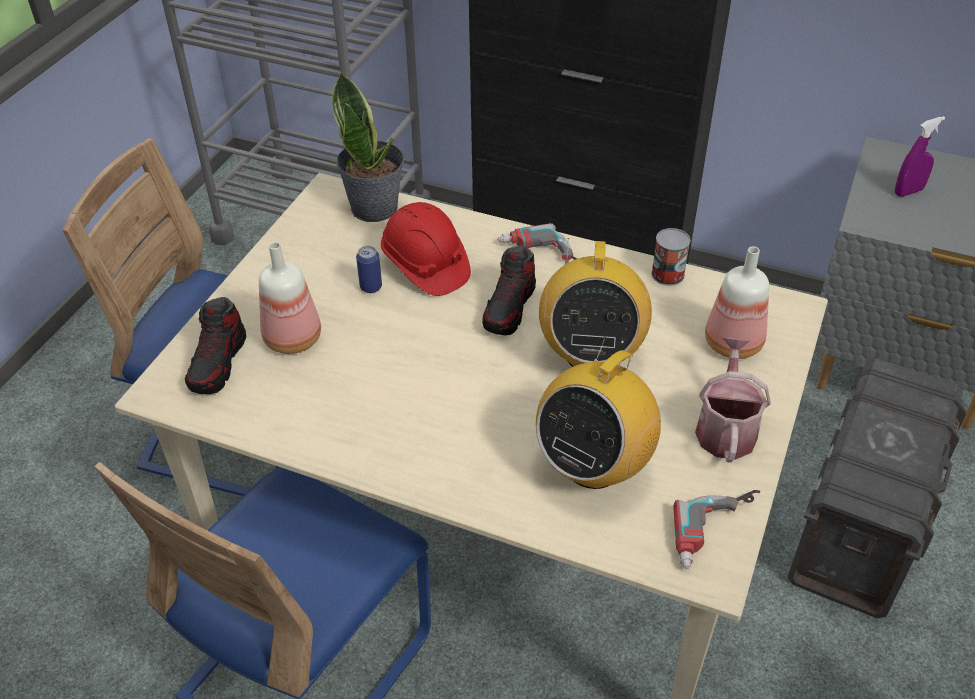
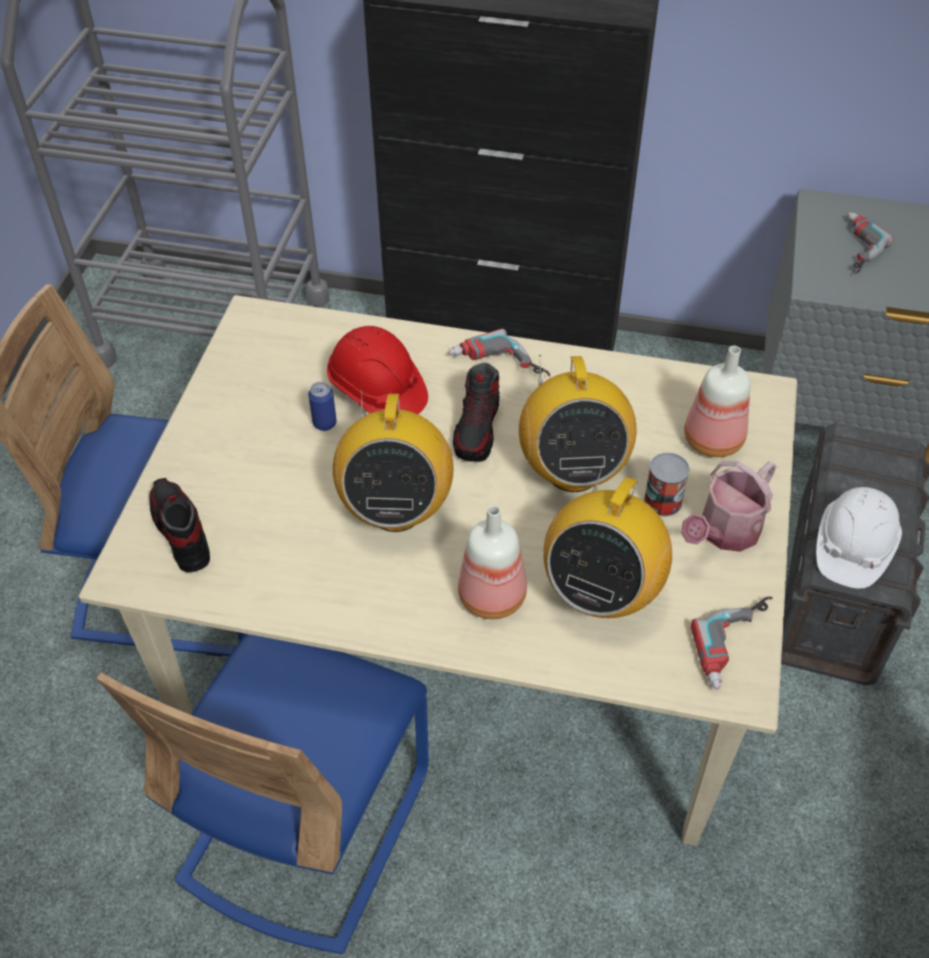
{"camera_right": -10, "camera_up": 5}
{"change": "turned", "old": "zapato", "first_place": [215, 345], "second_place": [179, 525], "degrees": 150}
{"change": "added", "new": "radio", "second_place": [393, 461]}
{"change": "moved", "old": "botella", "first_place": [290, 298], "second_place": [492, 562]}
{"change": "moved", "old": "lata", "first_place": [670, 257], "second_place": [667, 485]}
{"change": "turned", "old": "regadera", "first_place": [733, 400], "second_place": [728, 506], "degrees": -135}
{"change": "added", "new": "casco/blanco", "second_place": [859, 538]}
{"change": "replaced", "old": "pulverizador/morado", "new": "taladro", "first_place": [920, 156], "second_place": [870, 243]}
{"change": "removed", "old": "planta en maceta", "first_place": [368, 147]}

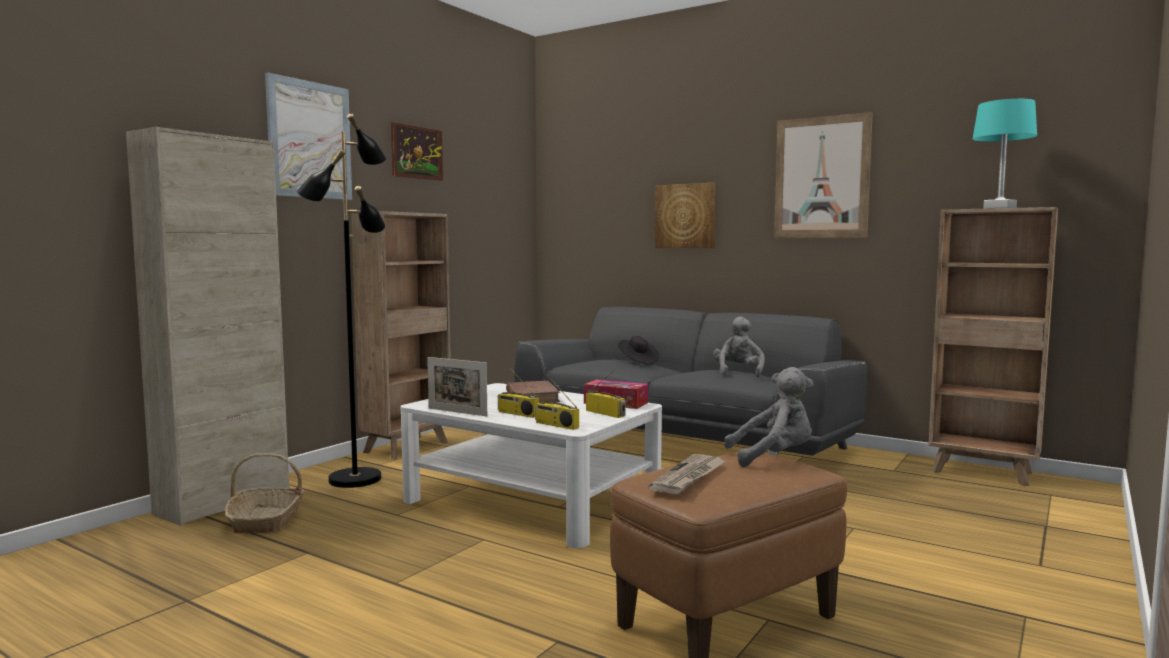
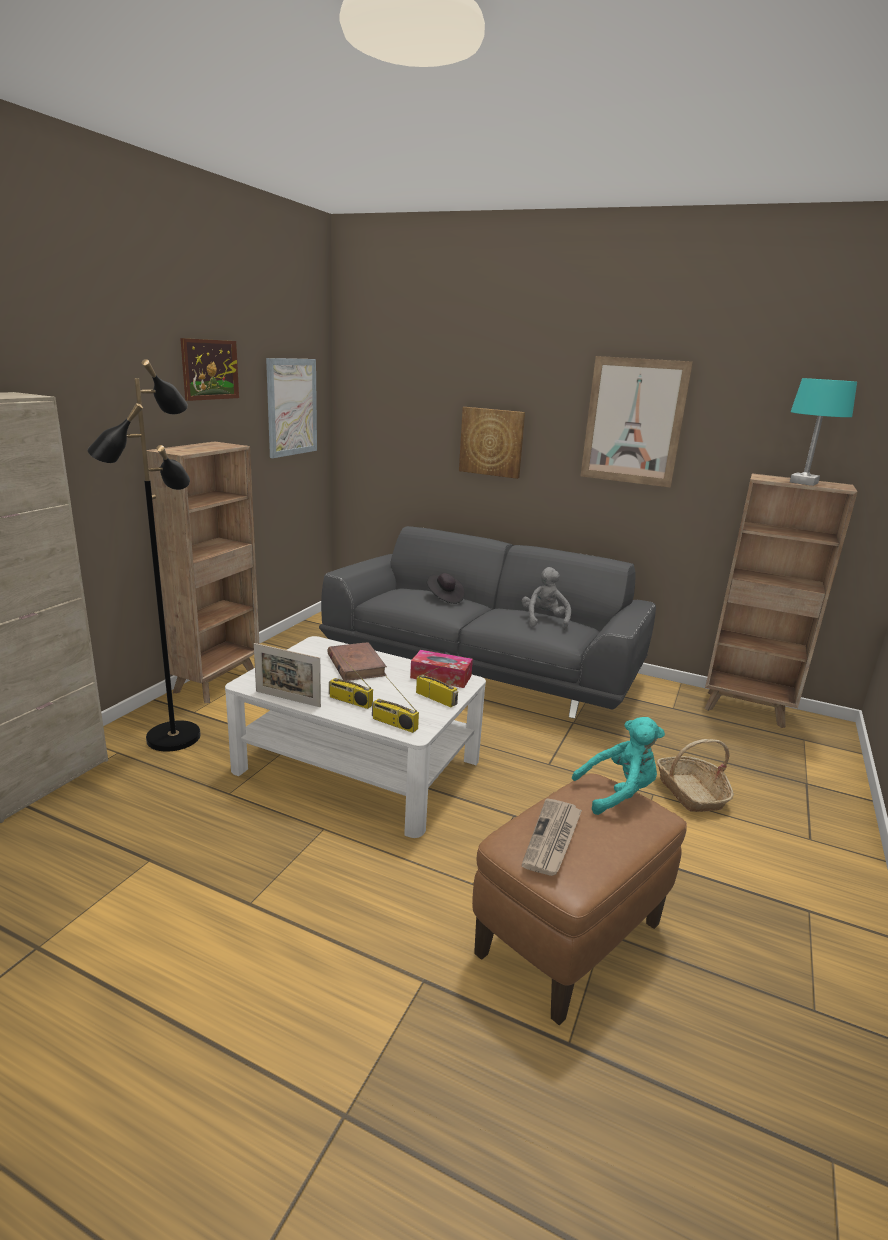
{"camera_right": -10, "camera_up": 15}
{"change": "moved", "old": "cuadro", "first_place": [308, 136], "second_place": [291, 408]}
{"change": "recoloured", "old": "peluche/gris", "new": "peluche/turquesa", "first_place": [769, 417], "second_place": [618, 766]}
{"change": "moved", "old": "cesta", "first_place": [264, 493], "second_place": [695, 775]}

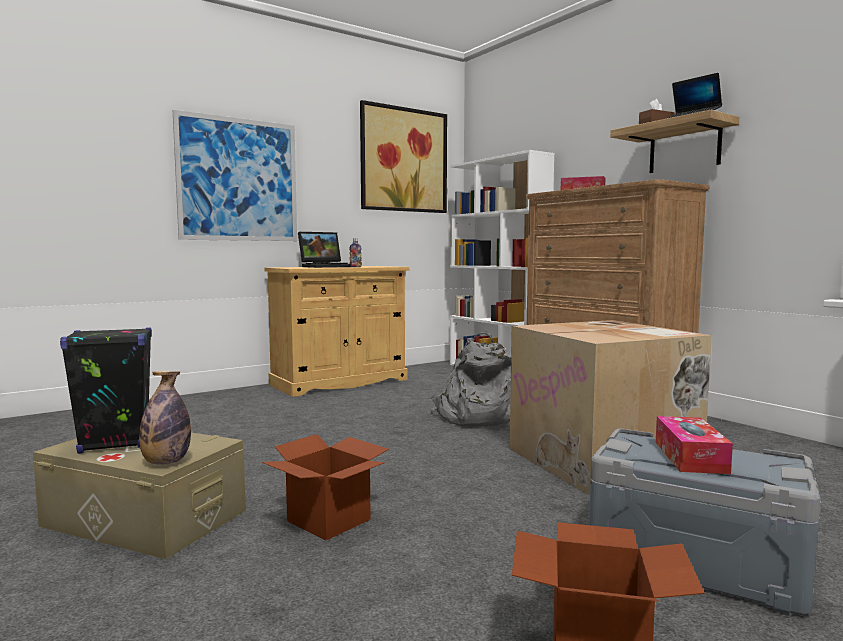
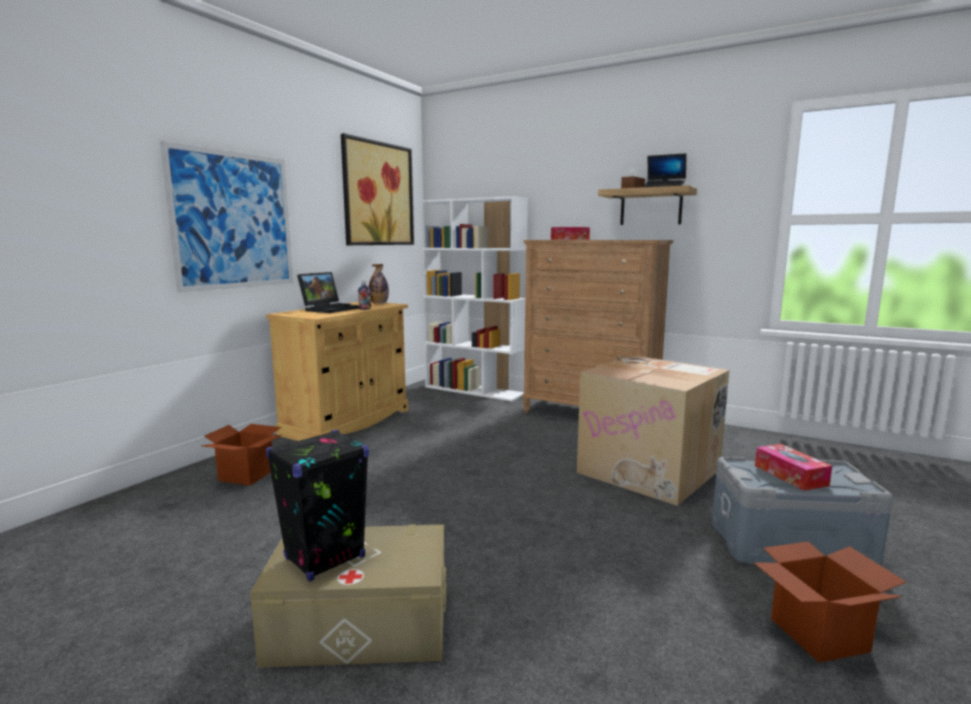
{"camera_right": -25, "camera_up": 5}
{"change": "moved", "old": "caja de cartón", "first_place": [325, 487], "second_place": [241, 454]}
{"change": "moved", "old": "botella", "first_place": [165, 418], "second_place": [379, 284]}
{"change": "removed", "old": "mochila/gris", "first_place": [470, 379]}

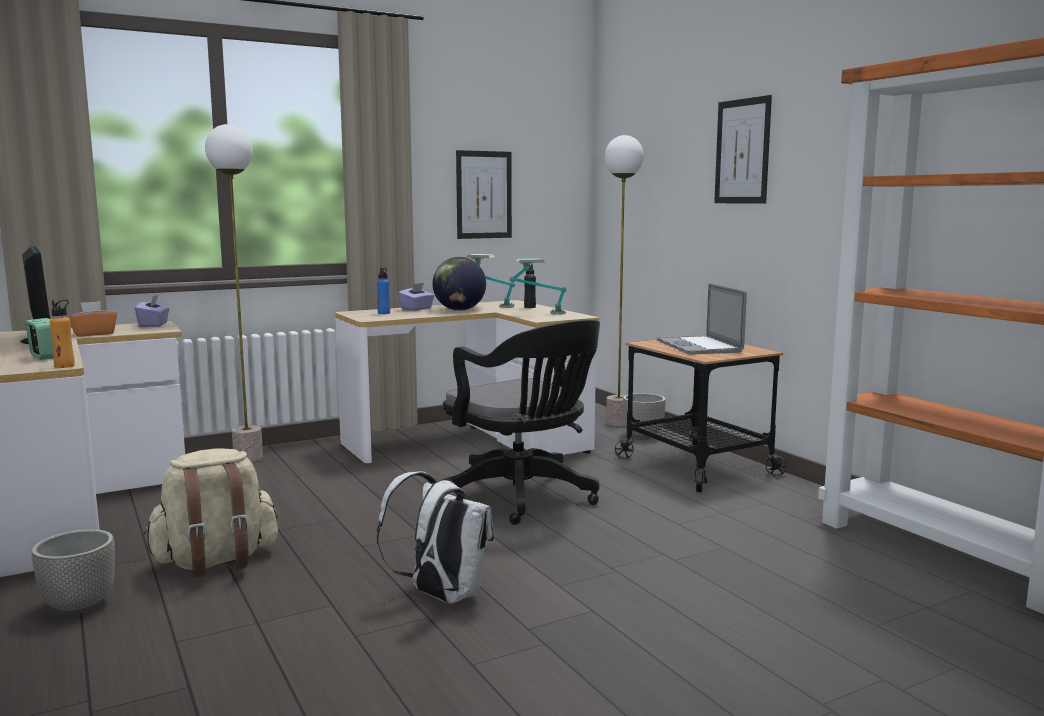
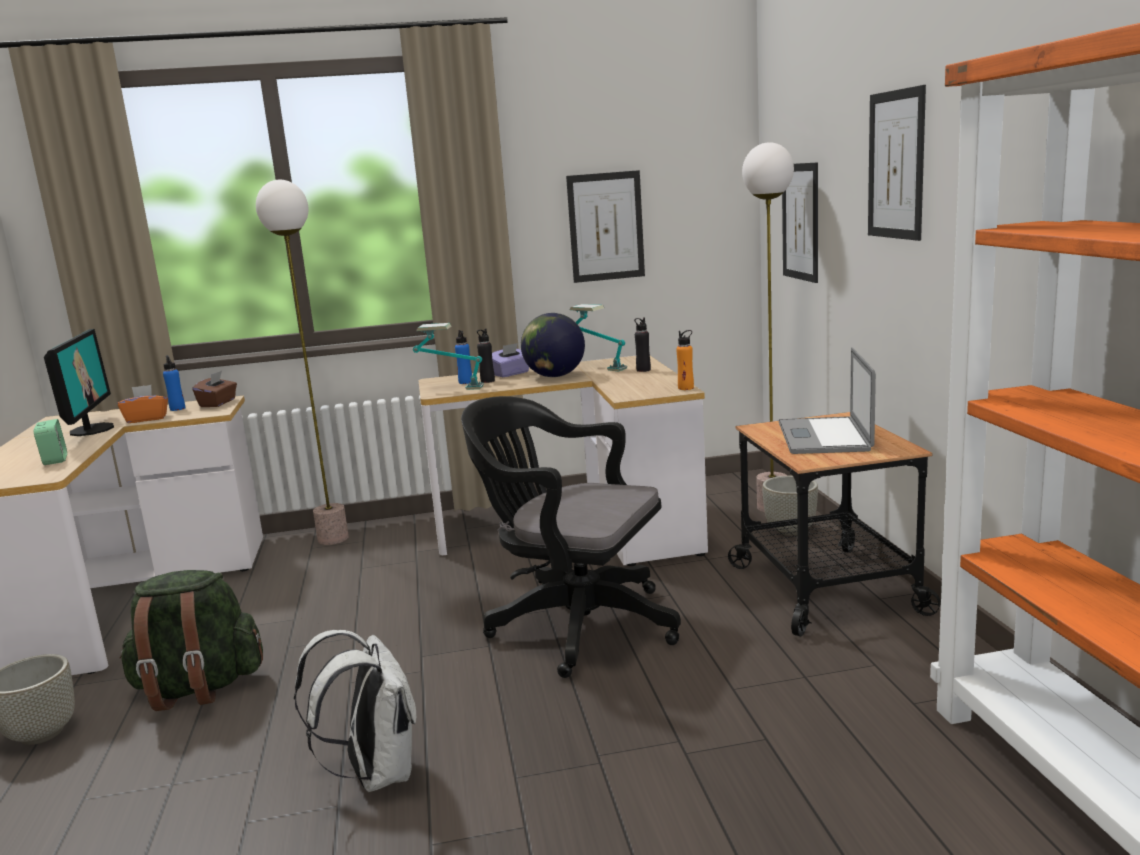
{"camera_right": 20, "camera_up": 5}
{"change": "recoloured", "old": "mochila/beis", "new": "mochila/verde", "first_place": [210, 513], "second_place": [191, 640]}
{"change": "added", "new": "botella/azul", "second_place": [174, 383]}
{"change": "recoloured", "old": "caja de pañuelos/morado", "new": "caja de pañuelos/marrón", "first_place": [152, 311], "second_place": [214, 389]}
{"change": "moved", "old": "lámpara de mesa", "first_place": [538, 286], "second_place": [448, 356]}
{"change": "turned", "old": "silla de oficina/negro", "first_place": [521, 422], "second_place": [571, 537], "degrees": 135}
{"change": "added", "new": "botella/negro", "second_place": [486, 355]}
{"change": "moved", "old": "botella/naranja", "first_place": [62, 334], "second_place": [685, 360]}
{"change": "added", "new": "cuadro", "second_place": [800, 222]}

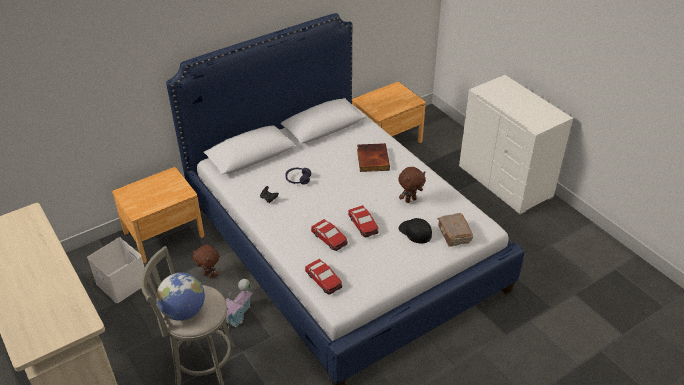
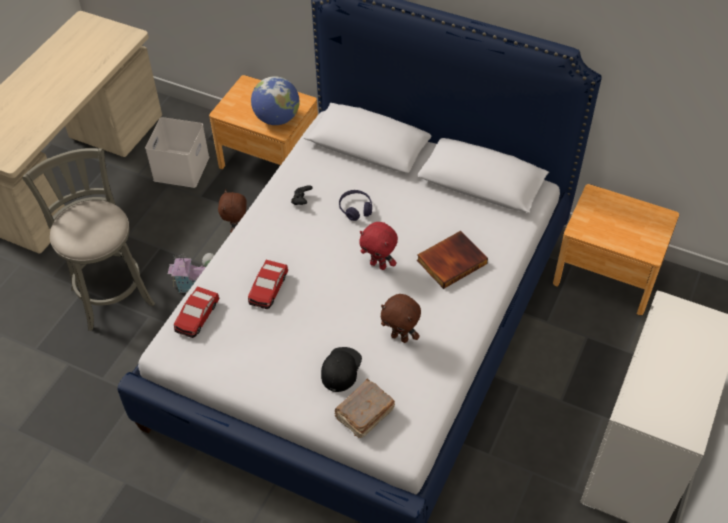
{"camera_right": 60, "camera_up": 10}
{"change": "moved", "old": "globo terráqueo", "first_place": [180, 297], "second_place": [275, 100]}
{"change": "added", "new": "peluche/rojo", "second_place": [378, 246]}
{"change": "removed", "old": "coche de juguete", "first_place": [363, 221]}

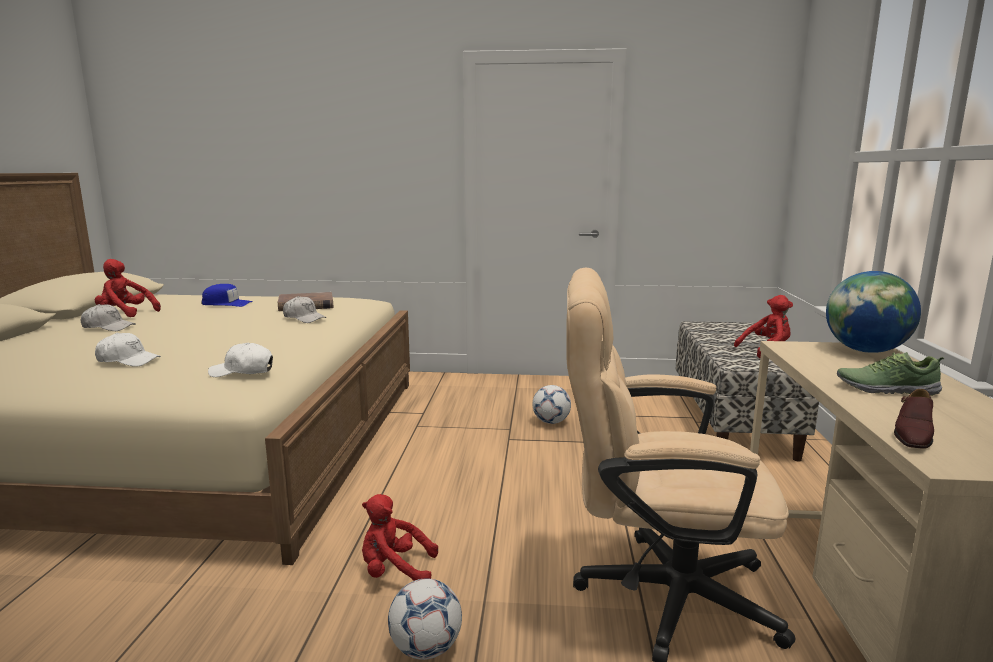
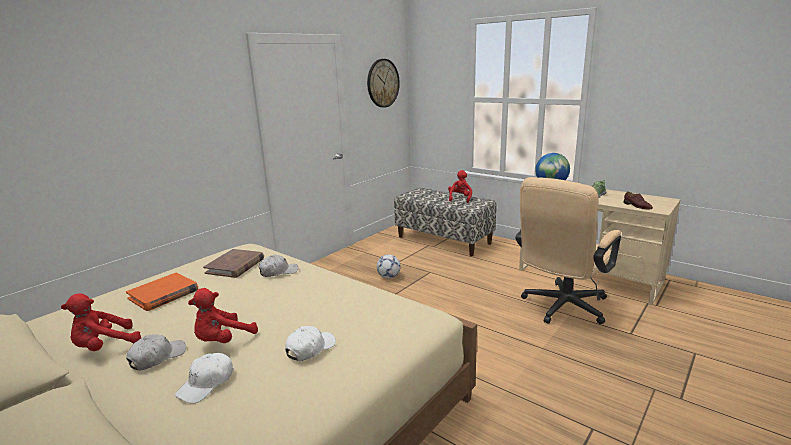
{"camera_right": -55, "camera_up": 5}
{"change": "replaced", "old": "gorra/azul", "new": "libro/naranja", "first_place": [227, 295], "second_place": [162, 291]}
{"change": "moved", "old": "gorra/blanco", "first_place": [240, 359], "second_place": [204, 378]}
{"change": "moved", "old": "peluche/rojo", "first_place": [400, 537], "second_place": [223, 315]}
{"change": "added", "new": "reloj de pared", "second_place": [383, 83]}
{"change": "removed", "old": "balón de fútbol", "first_place": [425, 619]}

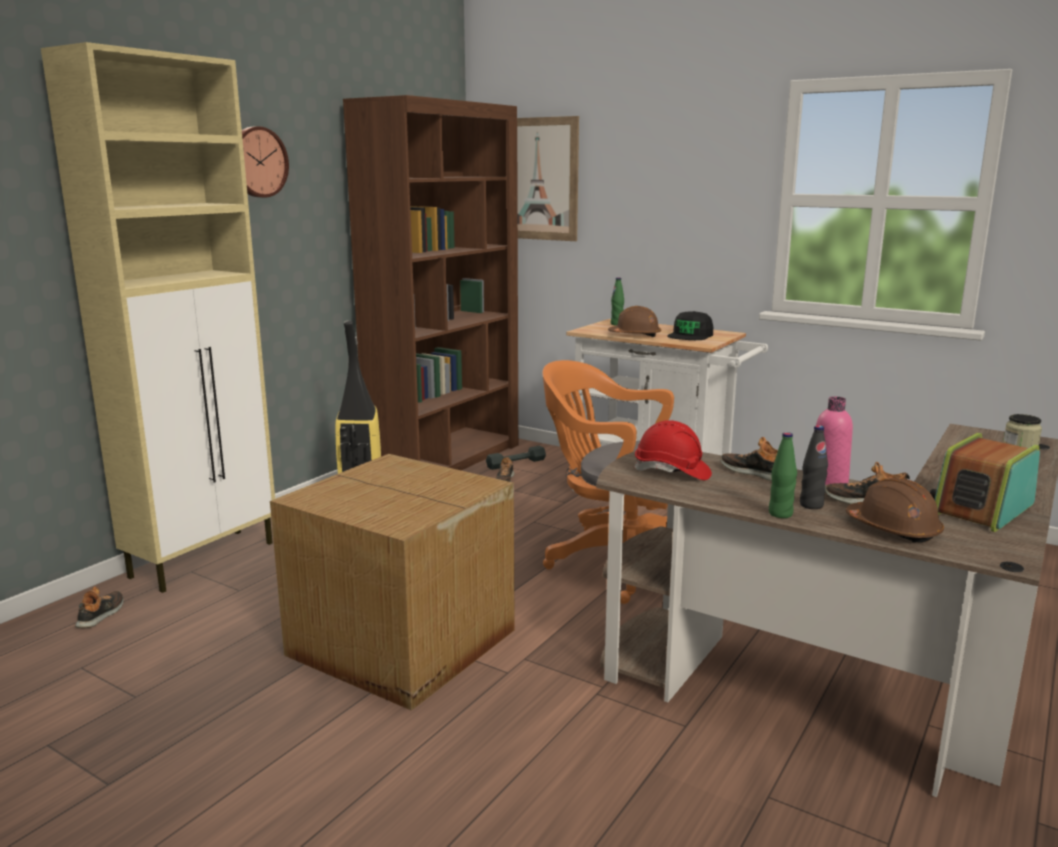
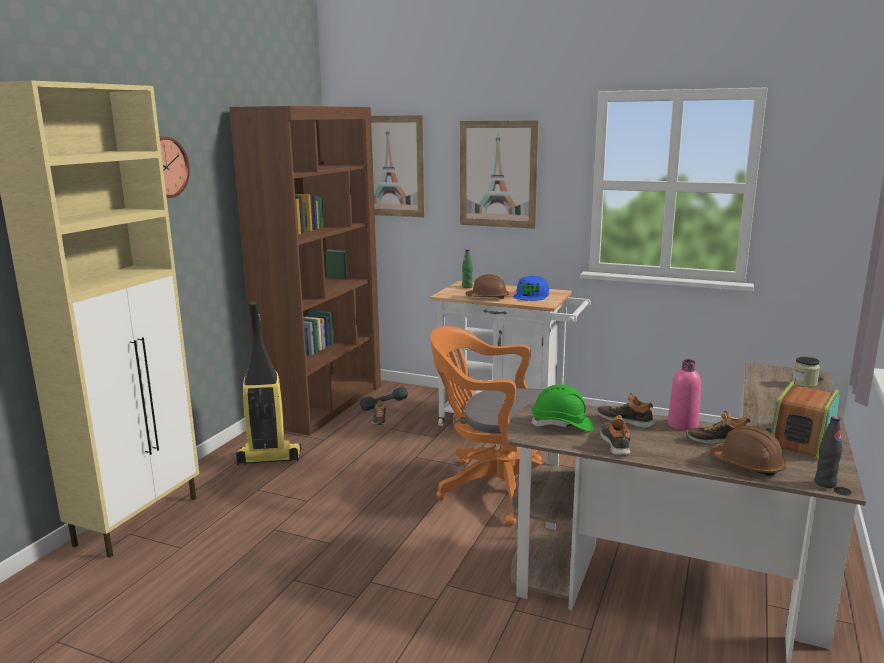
{"camera_right": -10, "camera_up": 0}
{"change": "added", "new": "cuadro", "second_place": [499, 174]}
{"change": "recoloured", "old": "gorra/negro", "new": "gorra/azul", "first_place": [690, 325], "second_place": [531, 288]}
{"change": "recoloured", "old": "casco/rojo", "new": "casco/verde", "first_place": [673, 450], "second_place": [562, 408]}
{"change": "moved", "old": "zapato", "first_place": [99, 607], "second_place": [615, 435]}
{"change": "moved", "old": "botella/negro", "first_place": [814, 467], "second_place": [828, 452]}
{"change": "removed", "old": "caja de cartón", "first_place": [392, 582]}
{"change": "removed", "old": "botella/verde", "first_place": [783, 475]}

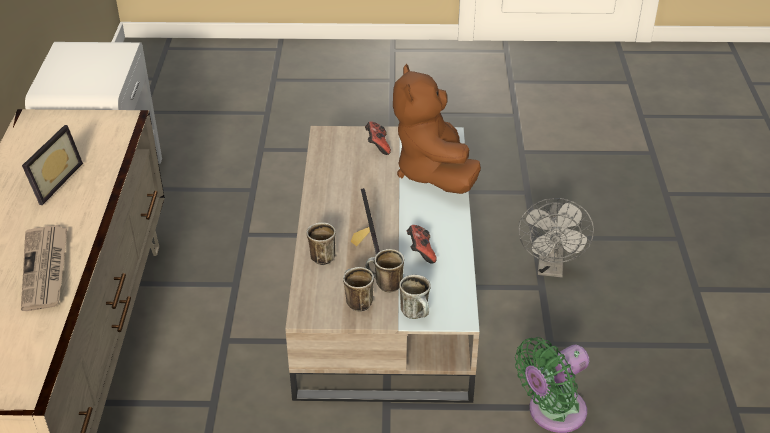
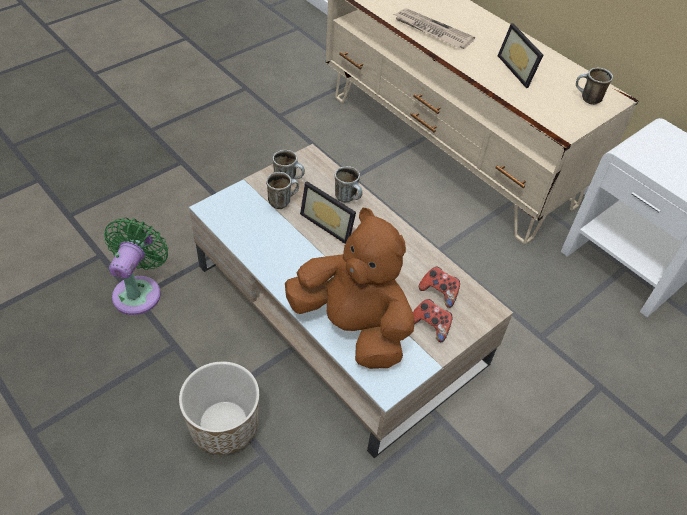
{"camera_right": 135, "camera_up": 10}
{"change": "replaced", "old": "ventilador/gris", "new": "maceta", "first_place": [556, 237], "second_place": [219, 408]}
{"change": "moved", "old": "mando de consola", "first_place": [421, 244], "second_place": [439, 287]}
{"change": "moved", "old": "taza grande", "first_place": [415, 297], "second_place": [594, 86]}

